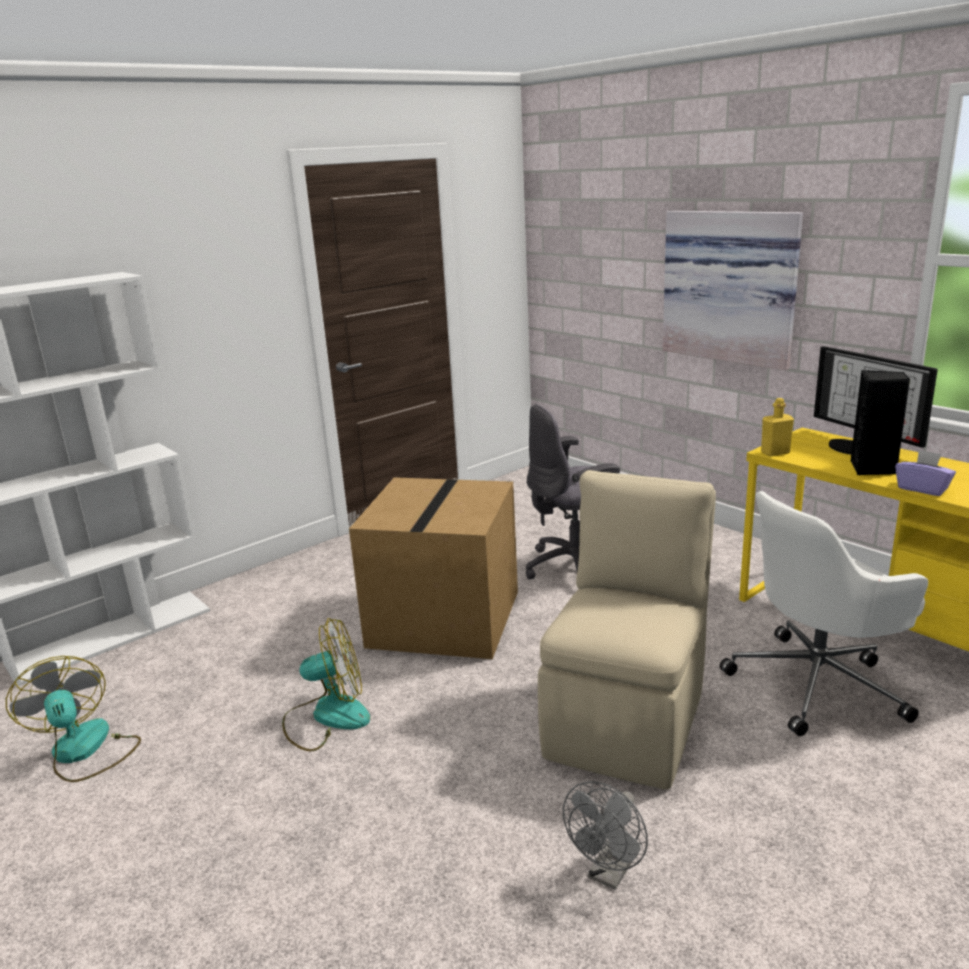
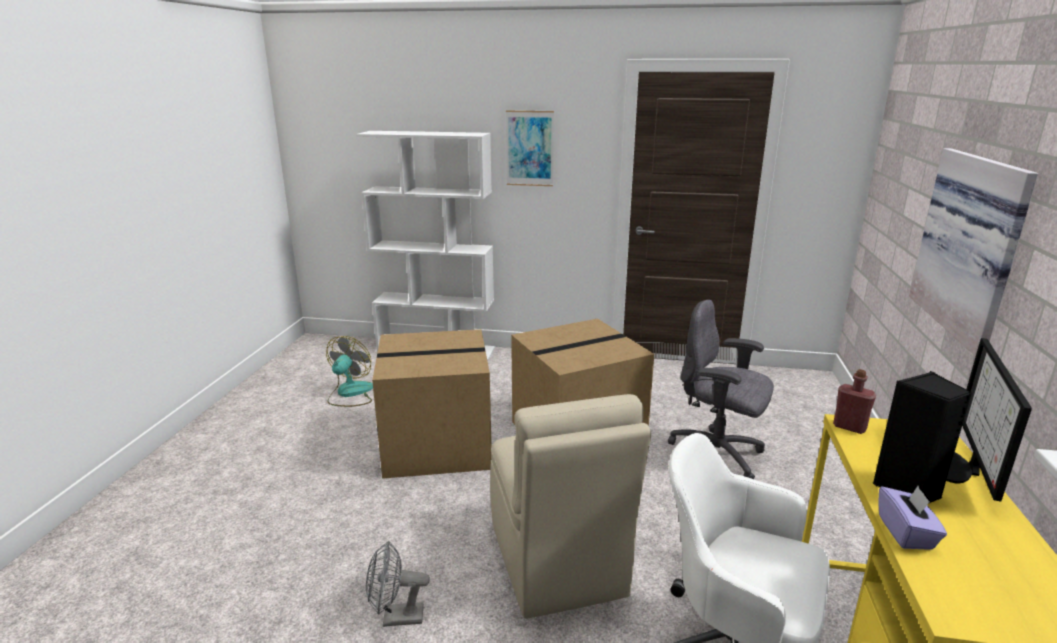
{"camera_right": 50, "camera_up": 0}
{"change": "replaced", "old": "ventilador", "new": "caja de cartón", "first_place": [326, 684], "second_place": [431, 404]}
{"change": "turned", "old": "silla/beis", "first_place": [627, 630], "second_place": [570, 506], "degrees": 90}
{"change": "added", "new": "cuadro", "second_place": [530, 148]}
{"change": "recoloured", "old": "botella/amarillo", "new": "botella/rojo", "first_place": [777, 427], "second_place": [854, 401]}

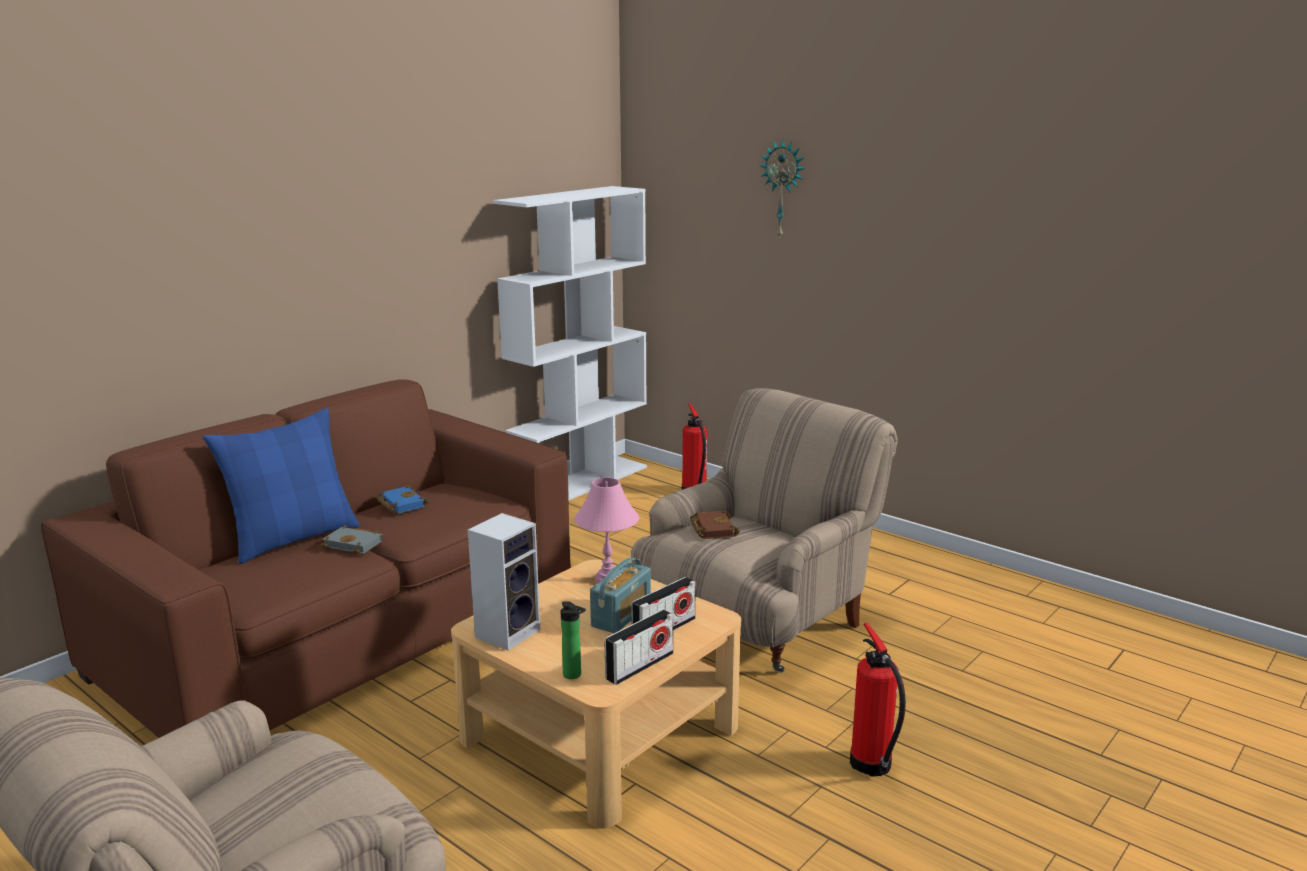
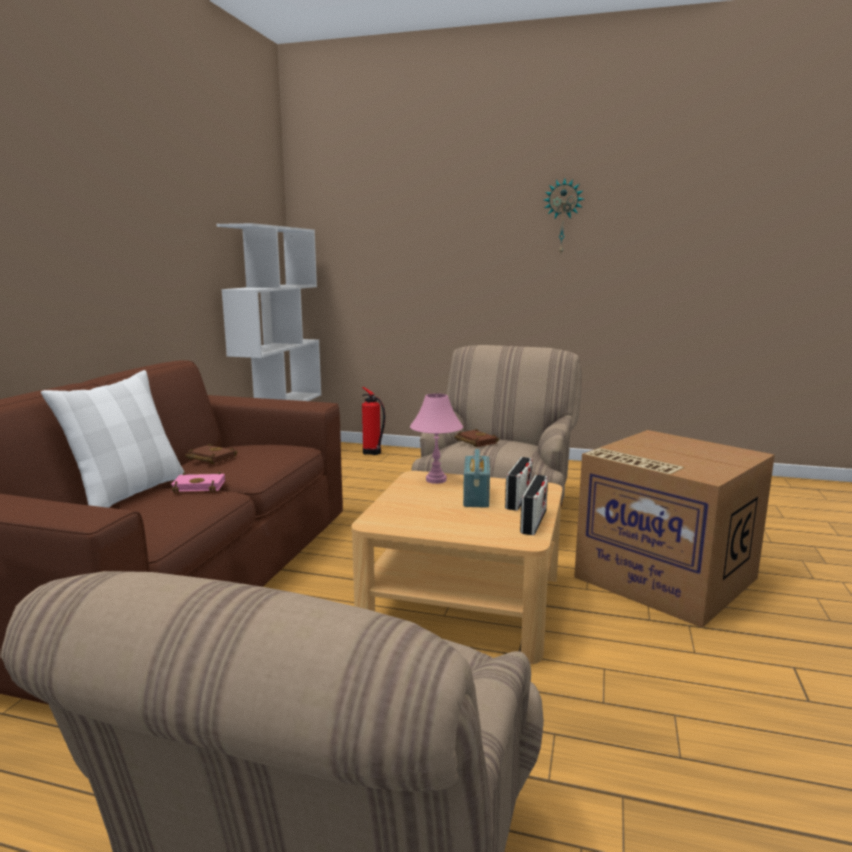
{"camera_right": -25, "camera_up": -5}
{"change": "recoloured", "old": "cojín/azul", "new": "cojín/blanco", "first_place": [281, 486], "second_place": [113, 439]}
{"change": "recoloured", "old": "libro/gris", "new": "libro/rosa", "first_place": [352, 540], "second_place": [198, 482]}
{"change": "recoloured", "old": "libro/azul", "new": "libro/marrón", "first_place": [402, 499], "second_place": [211, 454]}
{"change": "moved", "old": "reloj de pared", "first_place": [782, 189], "second_place": [564, 215]}
{"change": "replaced", "old": "extintor", "new": "caja de cartón", "first_place": [878, 700], "second_place": [674, 529]}
{"change": "removed", "old": "altavoz", "first_place": [504, 582]}
{"change": "removed", "old": "botella", "first_place": [573, 640]}

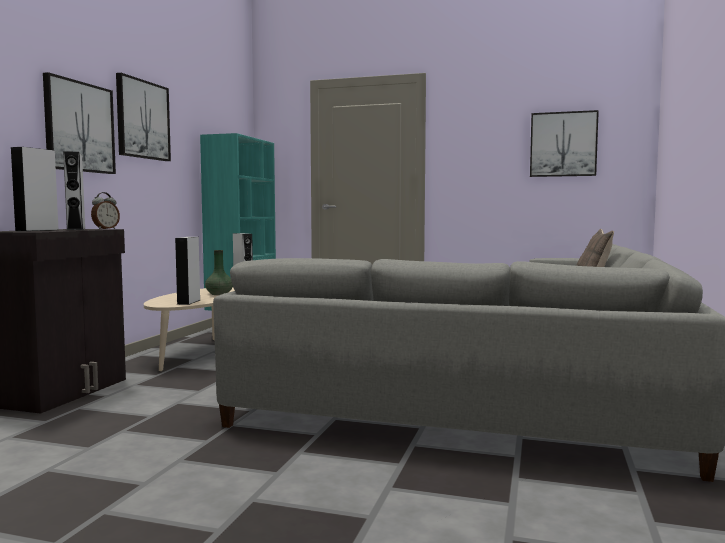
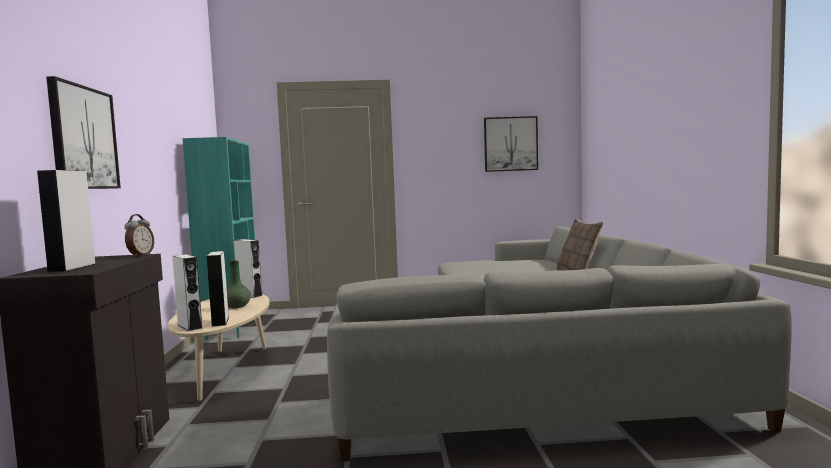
{"camera_right": -20, "camera_up": 0}
{"change": "moved", "old": "altavoz/gris", "first_place": [74, 190], "second_place": [187, 292]}
{"change": "removed", "old": "cuadro", "first_place": [143, 117]}

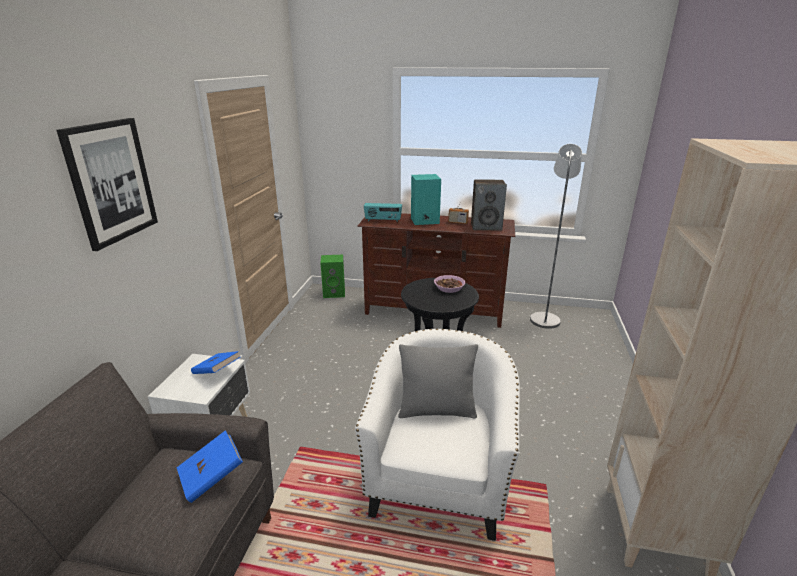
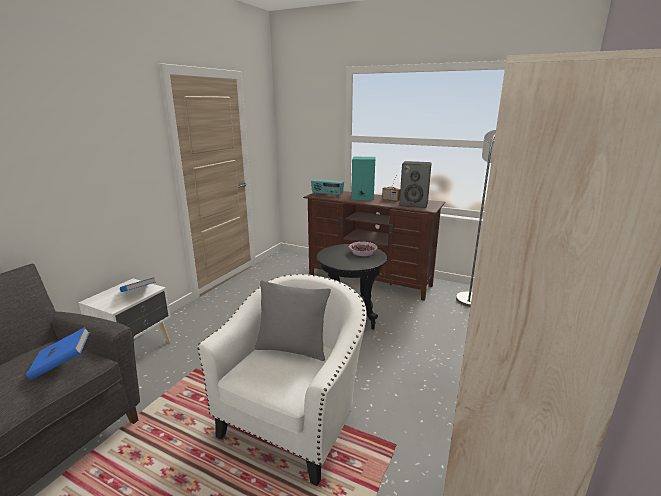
{"camera_right": 15, "camera_up": -5}
{"change": "removed", "old": "cuadro", "first_place": [107, 184]}
{"change": "removed", "old": "altavoz/verde", "first_place": [332, 276]}

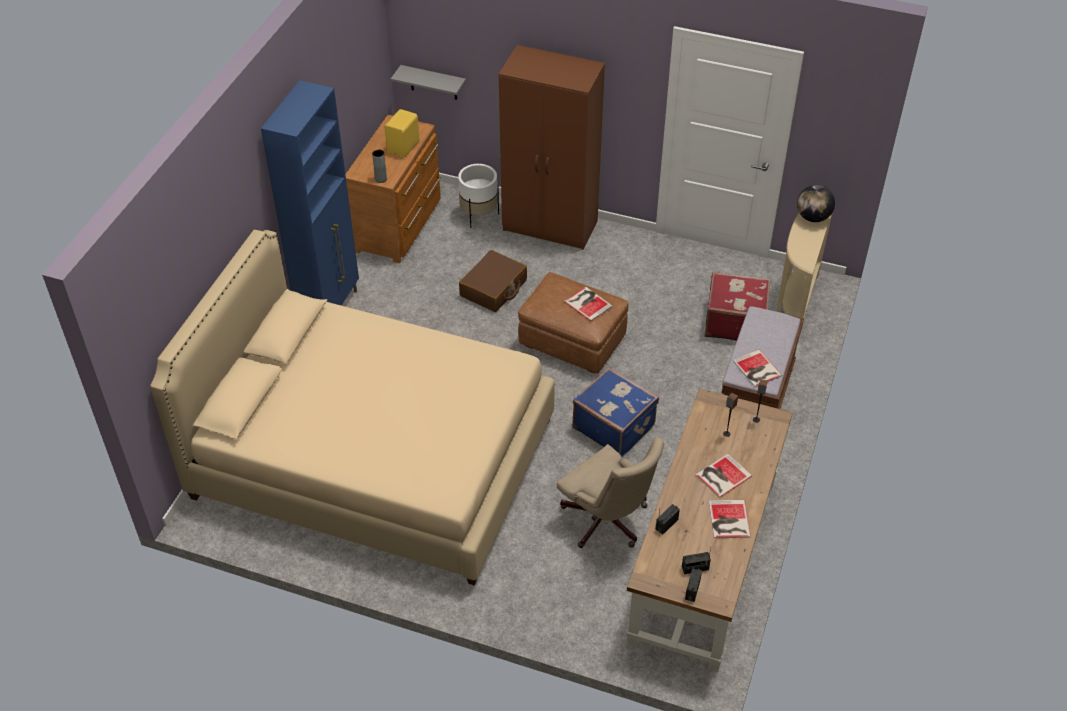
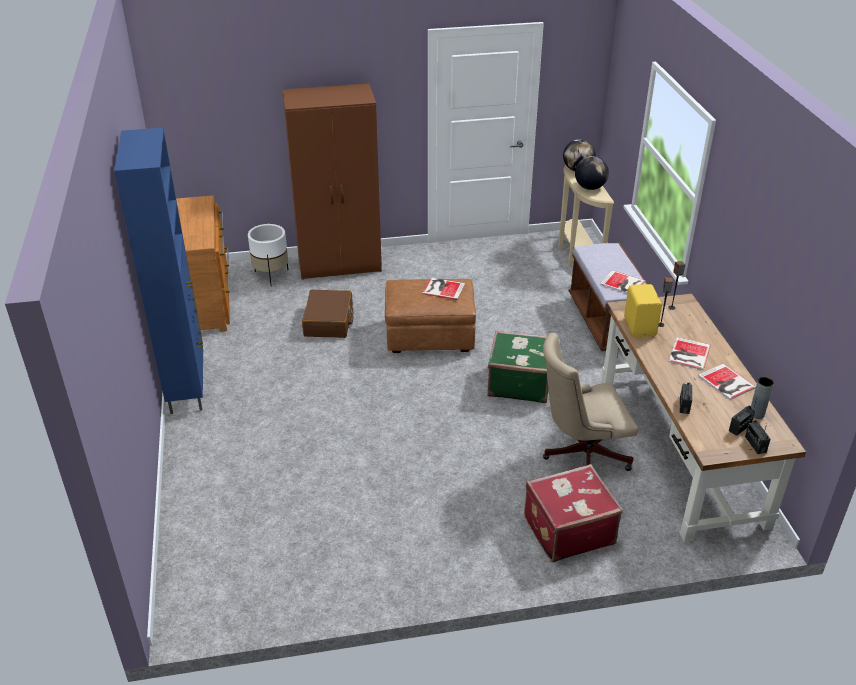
{"camera_right": -30, "camera_up": -10}
{"change": "recoloured", "old": "maleta/azul", "new": "maleta/verde", "first_place": [615, 412], "second_place": [518, 367]}
{"change": "moved", "old": "maleta/rojo", "first_place": [738, 306], "second_place": [573, 513]}
{"change": "turned", "old": "silla de oficina/beis", "first_place": [610, 492], "second_place": [590, 402], "degrees": 150}
{"change": "added", "new": "globo terráqueo", "second_place": [592, 173]}
{"change": "moved", "old": "altavoz/amarillo", "first_place": [402, 133], "second_place": [643, 310]}
{"change": "moved", "old": "florero/gris", "first_place": [379, 166], "second_place": [762, 398]}
{"change": "removed", "old": "cama/beis", "first_place": [352, 408]}
{"change": "removed", "old": "estante/gris", "first_place": [428, 82]}

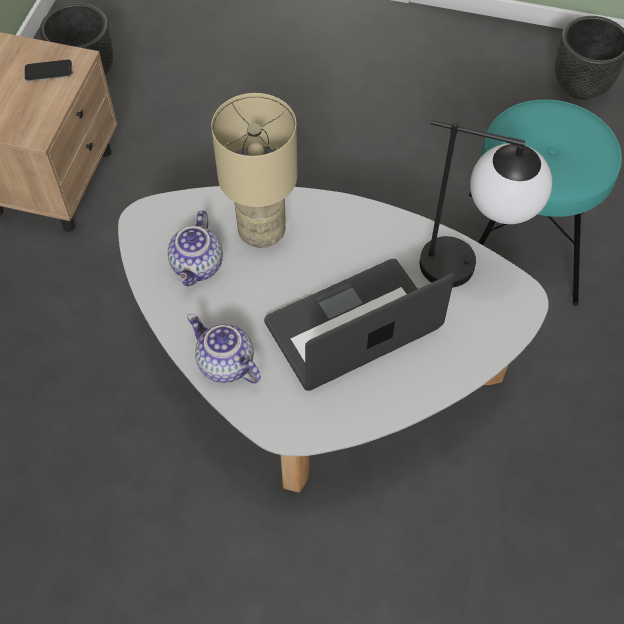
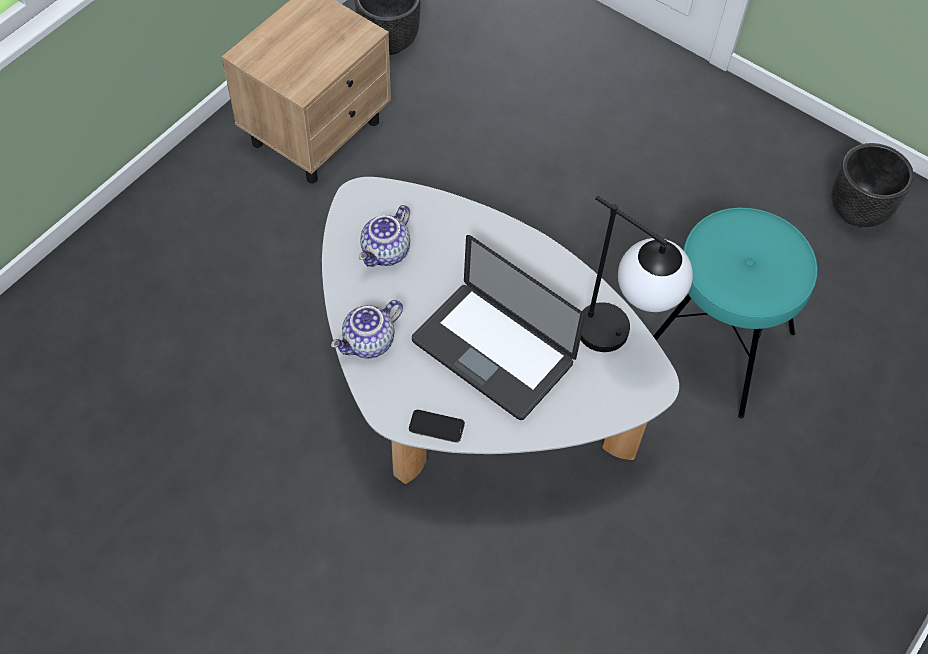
{"camera_right": 20, "camera_up": 0}
{"change": "turned", "old": "tetera", "first_place": [224, 349], "second_place": [367, 329], "degrees": -105}
{"change": "moved", "old": "móvil", "first_place": [48, 70], "second_place": [437, 426]}
{"change": "turned", "old": "portátil", "first_place": [359, 325], "second_place": [498, 327], "degrees": -135}
{"change": "removed", "old": "lámpara de mesa/beis", "first_place": [254, 170]}

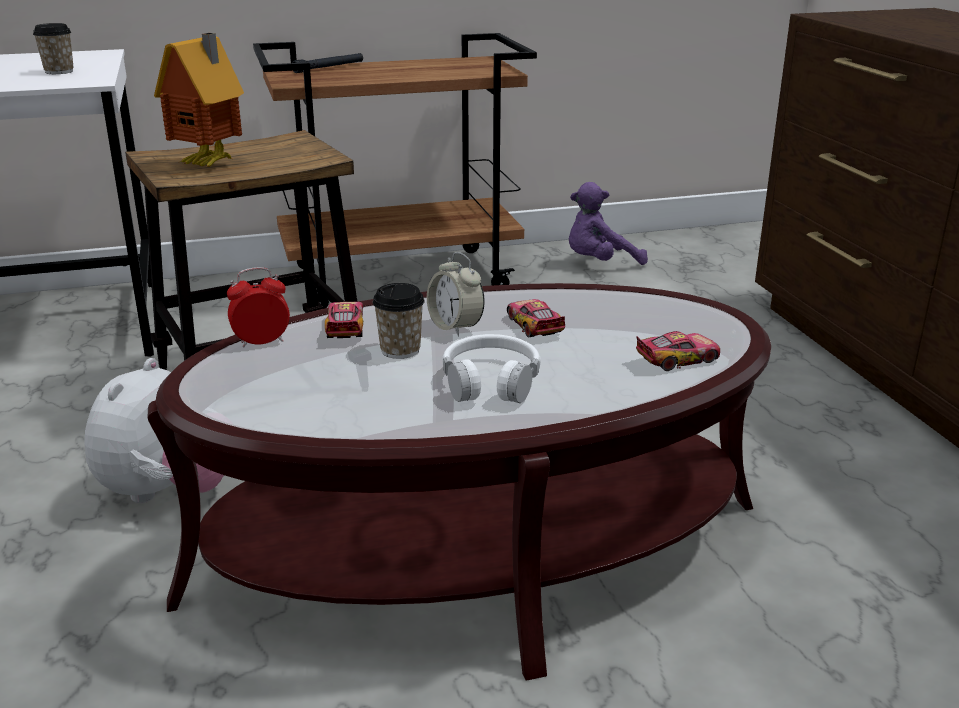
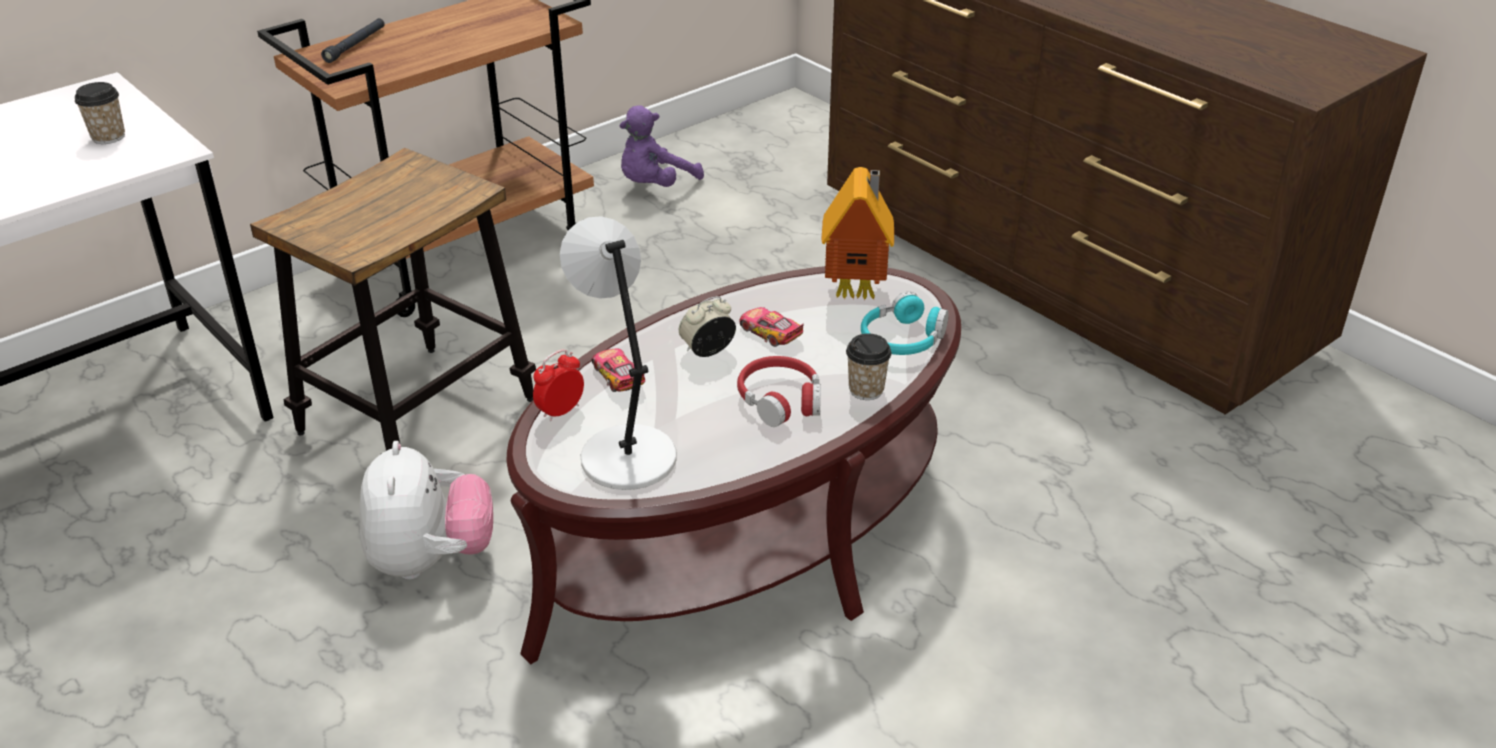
{"camera_right": -25, "camera_up": 10}
{"change": "added", "new": "lámpara de mesa/gris", "second_place": [618, 353]}
{"change": "turned", "old": "despertador", "first_place": [456, 294], "second_place": [707, 326], "degrees": 120}
{"change": "recoloured", "old": "auriculares/blanco", "new": "auriculares/rojo", "first_place": [491, 368], "second_place": [779, 391]}
{"change": "moved", "old": "casita", "first_place": [199, 100], "second_place": [857, 233]}
{"change": "moved", "old": "taza", "first_place": [399, 321], "second_place": [868, 366]}
{"change": "replaced", "old": "coche de juguete", "new": "auriculares/turquesa", "first_place": [678, 351], "second_place": [905, 323]}

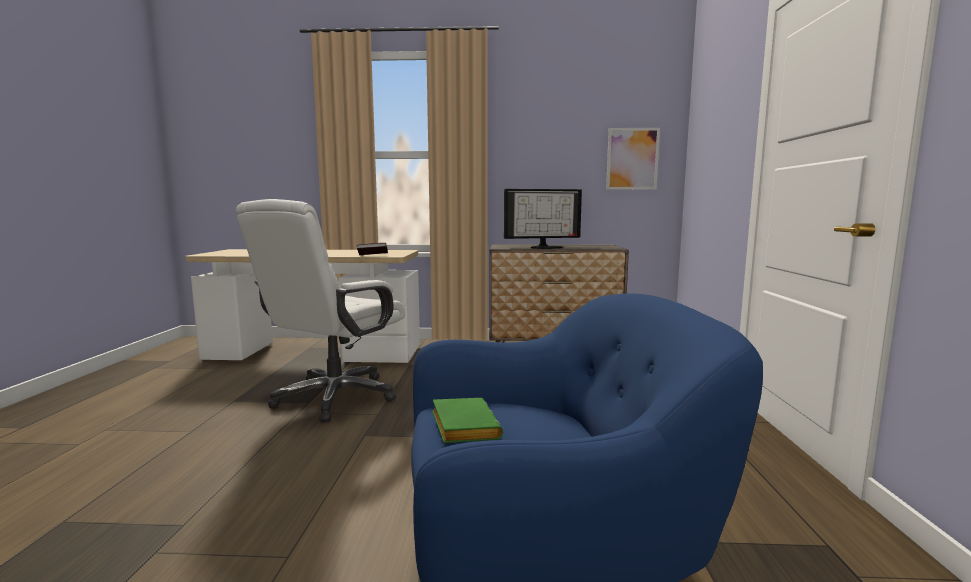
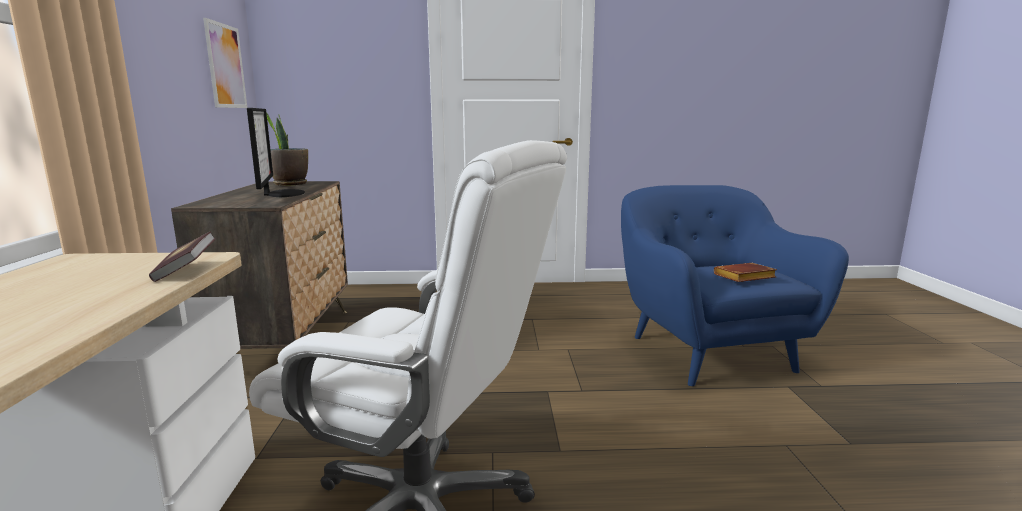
{"camera_right": -95, "camera_up": 5}
{"change": "added", "new": "planta en maceta", "second_place": [287, 148]}
{"change": "recoloured", "old": "libro/verde", "new": "libro/marrón", "first_place": [467, 420], "second_place": [745, 272]}

